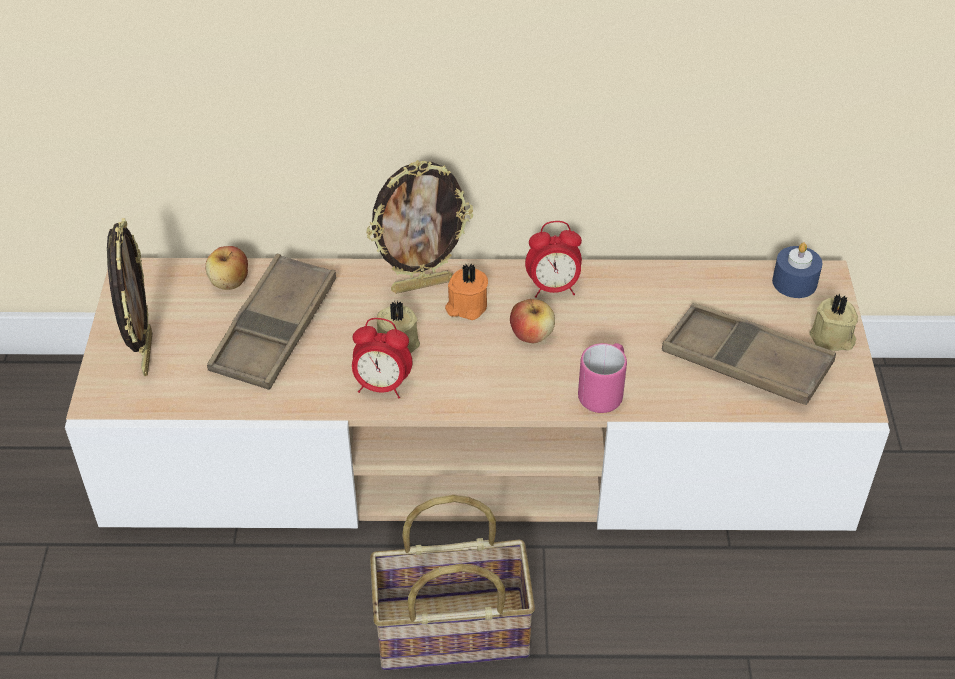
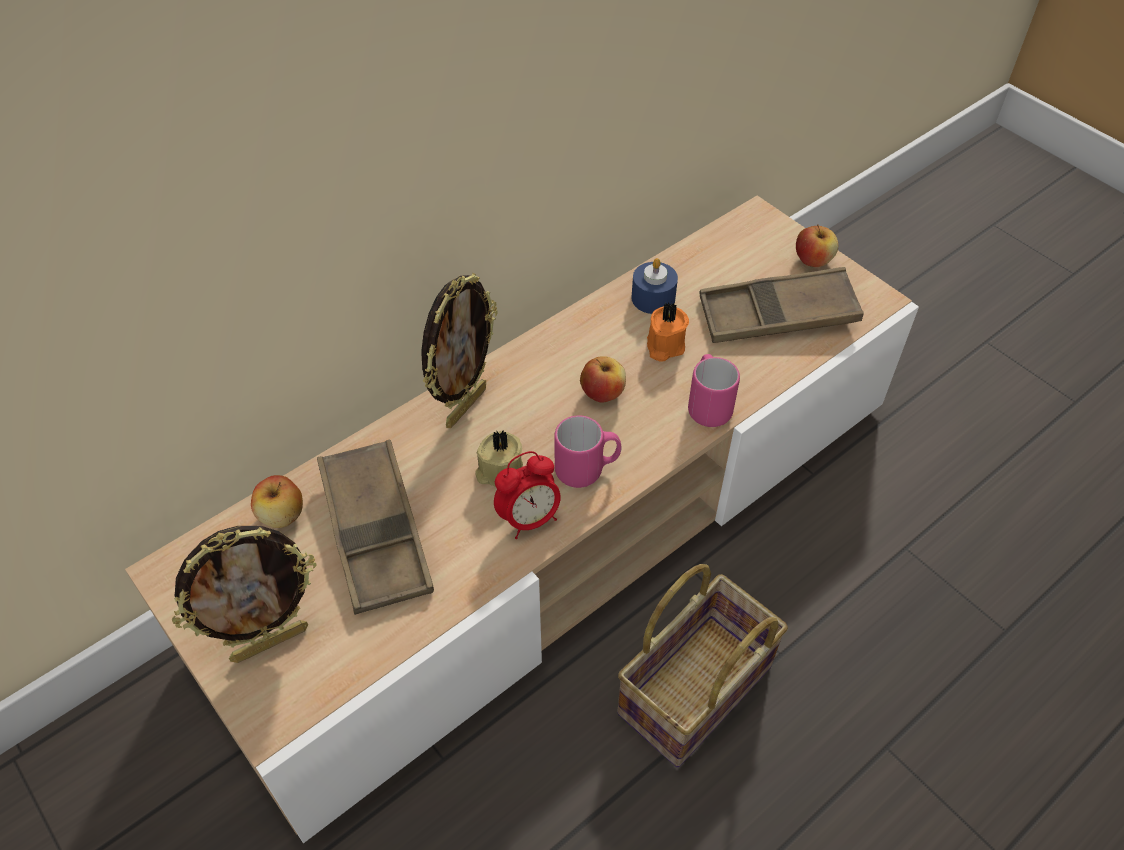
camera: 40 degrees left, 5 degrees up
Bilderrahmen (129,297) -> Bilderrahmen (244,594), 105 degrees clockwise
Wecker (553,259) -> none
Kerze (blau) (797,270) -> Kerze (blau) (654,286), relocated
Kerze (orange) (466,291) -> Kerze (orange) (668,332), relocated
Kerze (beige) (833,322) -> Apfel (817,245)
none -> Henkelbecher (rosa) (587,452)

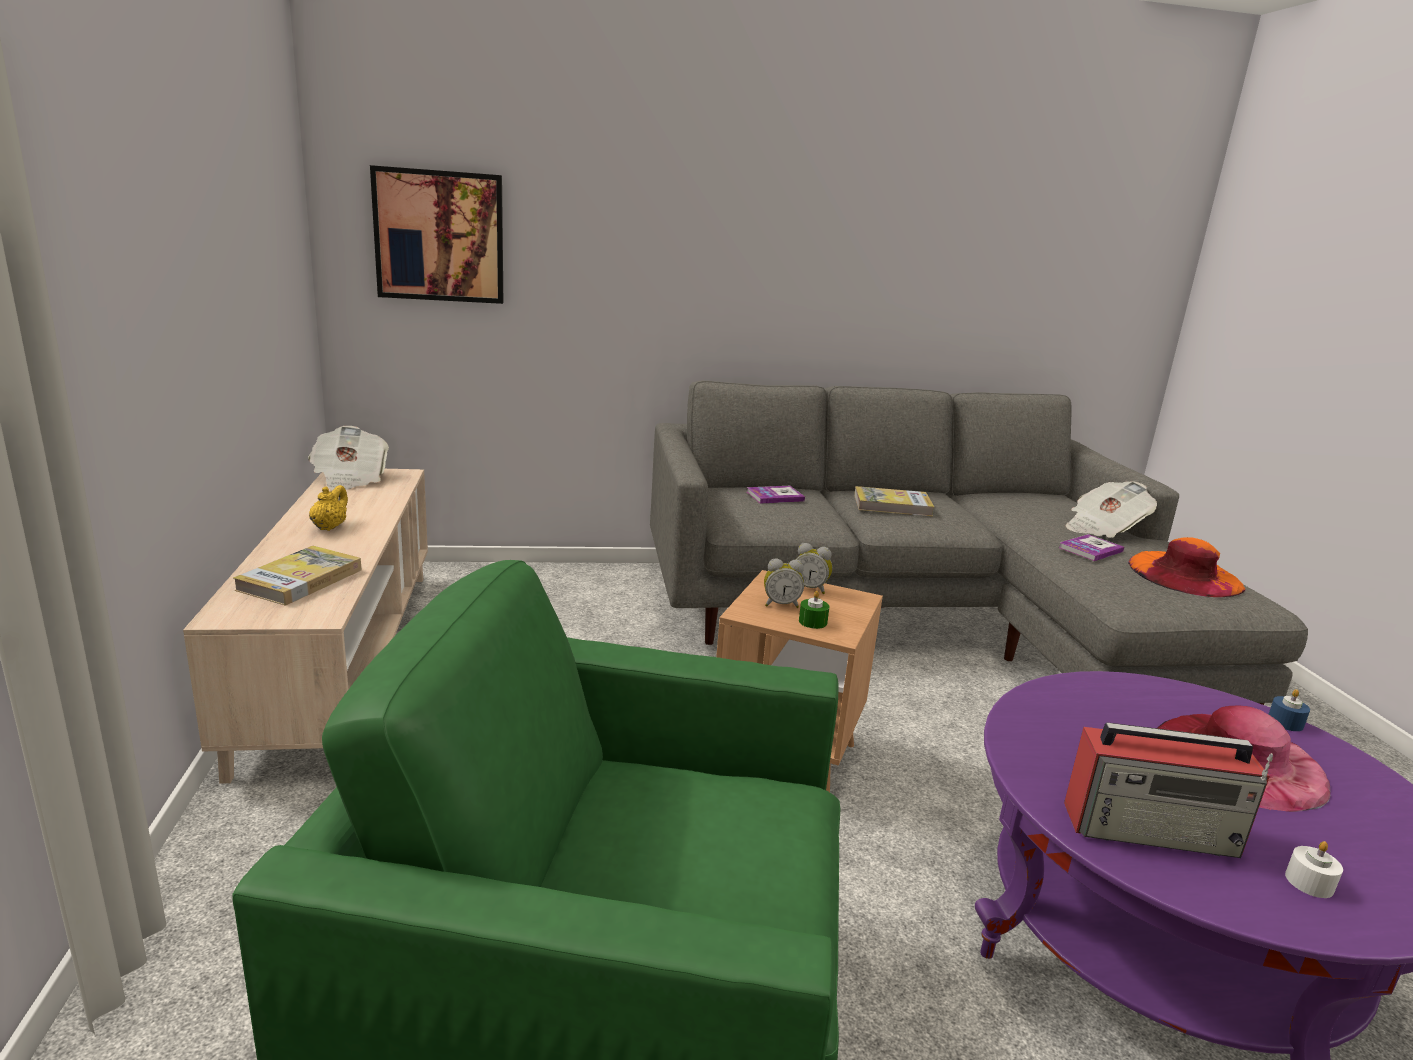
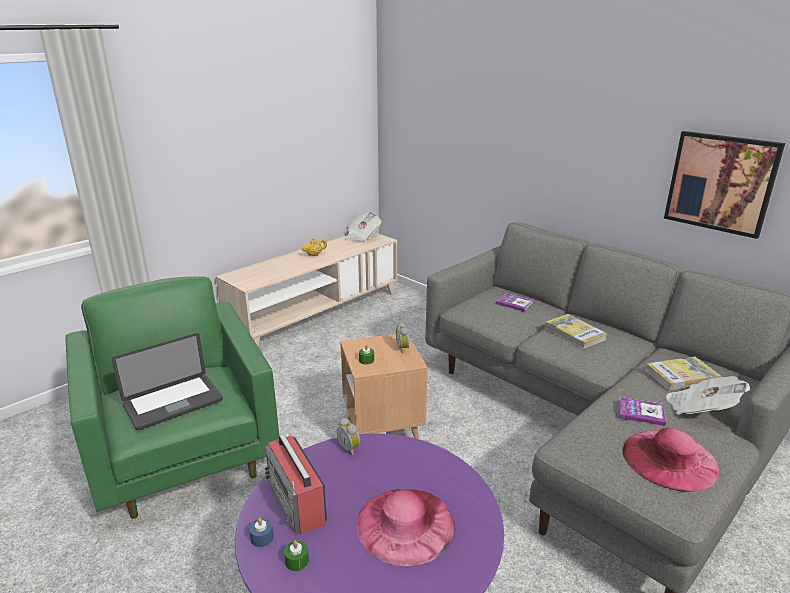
camera: 55 degrees right, 5 degrees up
Bild (436,234) -> Bild (724,185), relocated
Hut (orange) (1187,567) -> Hut (rosa) (670,460)
Buch (297,575) -> Buch (683,373), relocated
Wecker (784,583) -> Wecker (348,437), relocated
Kerze (blau) (1289,710) -> Kerze (blau) (261,532), relocated
Kerze (weiß) (1314,869) -> Kerze (grün) (296,556)
none -> Laptop (167,381)

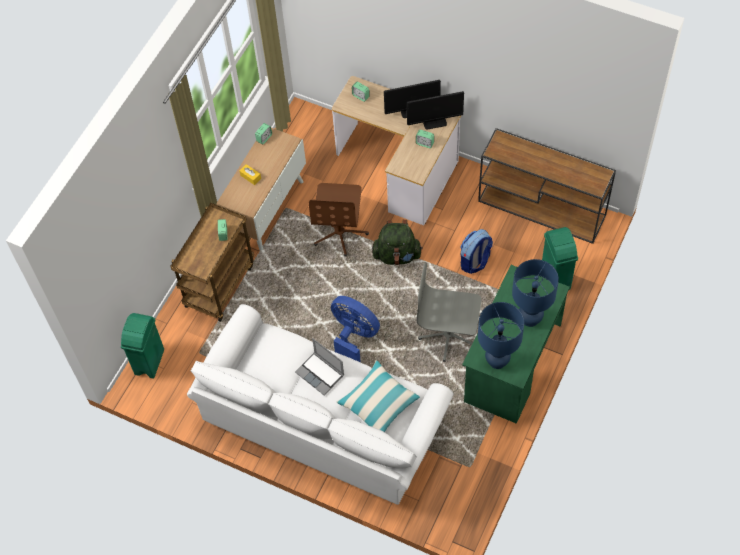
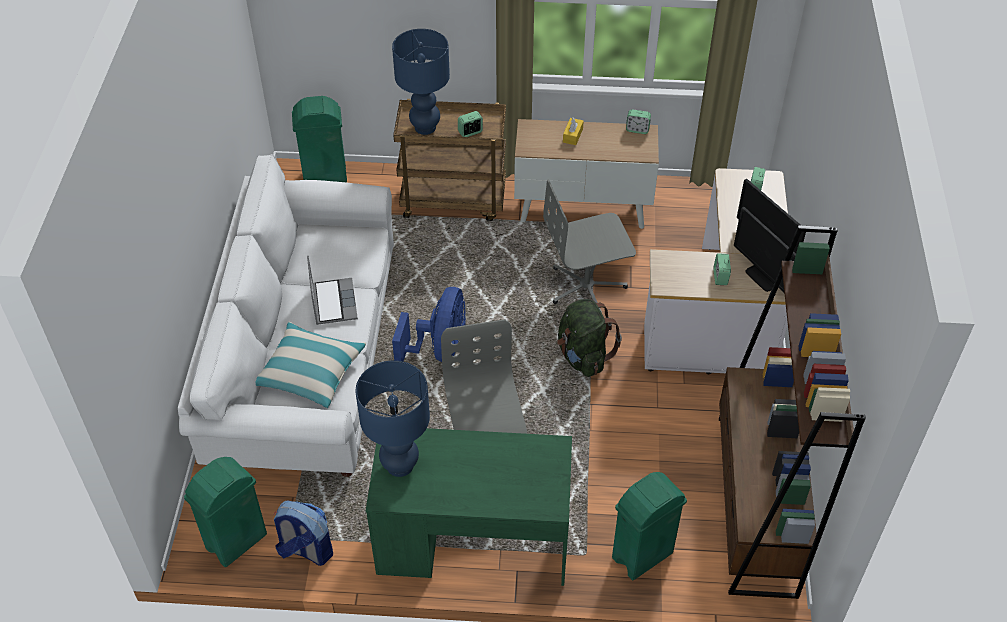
camera: 65 degrees right, 10 degrees down
Konsolentisch (braun) (547,186) -> Bücherregal (braun) (792,412)
Bürostuhl (braun) (339,219) -> Bürostuhl (grau) (589,245)
Rucksack (476,251) -> Rucksack (303,533), relocated
Tischlampe (blau) (535,293) -> Tischlampe (blau) (421,82), relocated
Laptop (319,366) -> Laptop (332,290), 150 degrees clockwise
none -> Mülleimer (grün) (225,512)

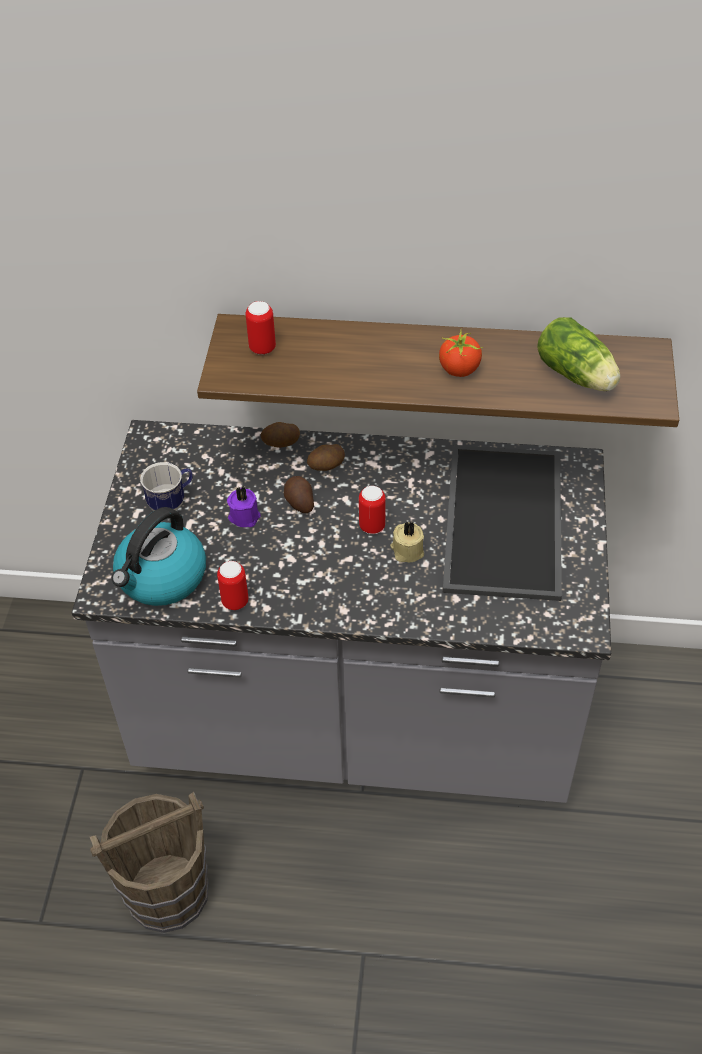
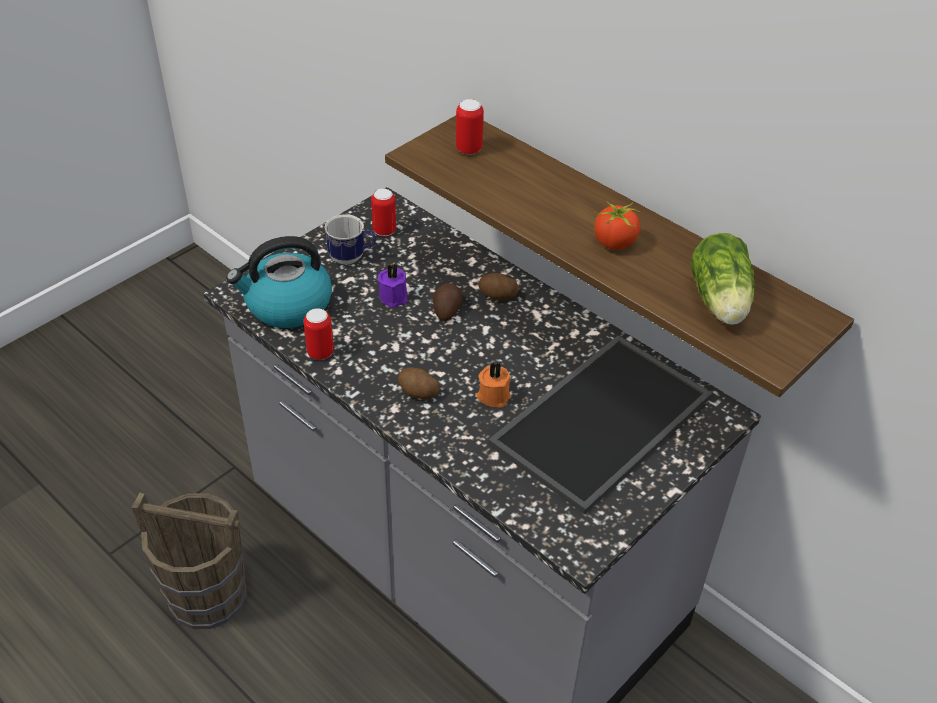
camera: 35 degrees right, 5 degrees down
Kartoffel (280,435) -> Kartoffel (419,383), relocated
Dose (372,510) -> Dose (383,212), relocated
Kerze (beige) (407,541) -> Kerze (orange) (493,385)

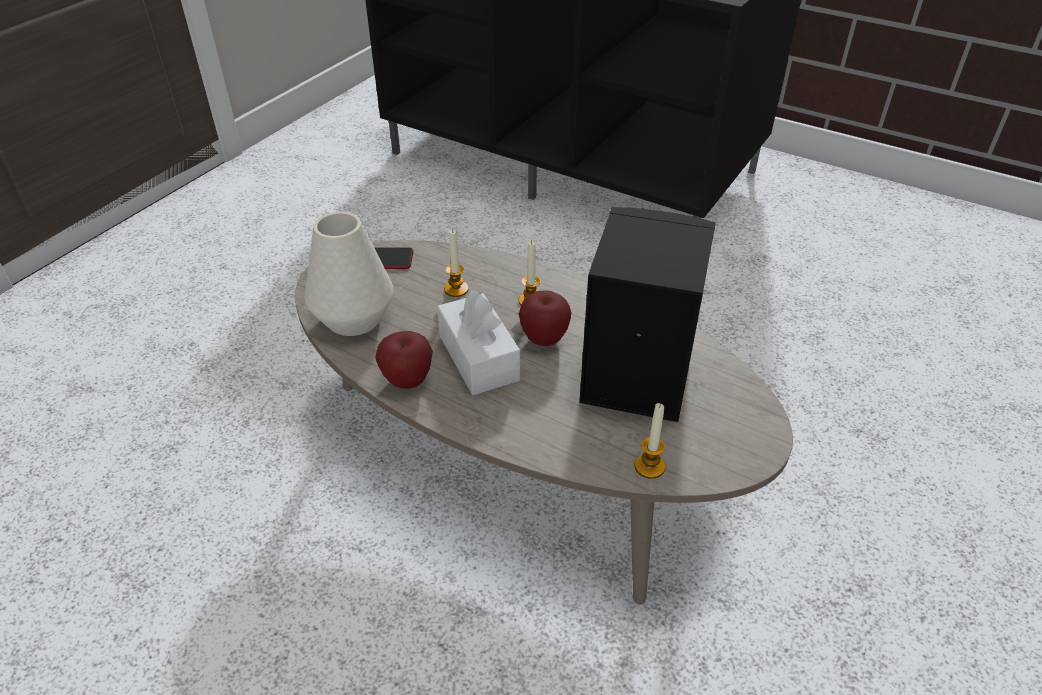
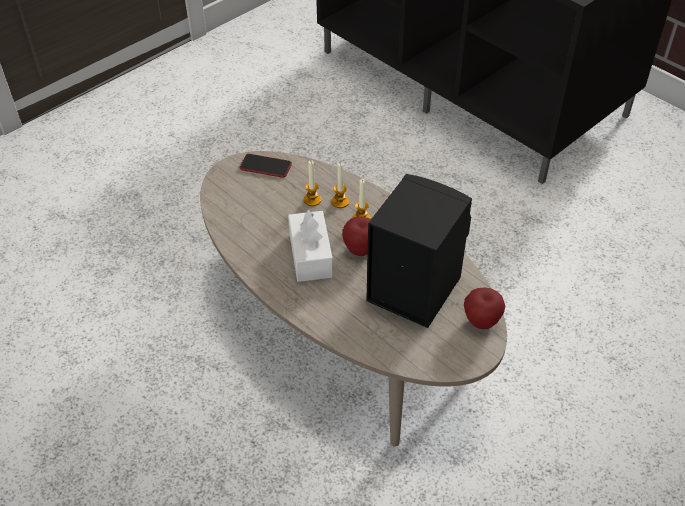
camera: 15 degrees right, 5 degrees up
Vase (weiß) (349,274) -> none
Apfel (404,360) -> Apfel (484,308), relocated
Kerze (649,441) -> Kerze (340,185), relocated

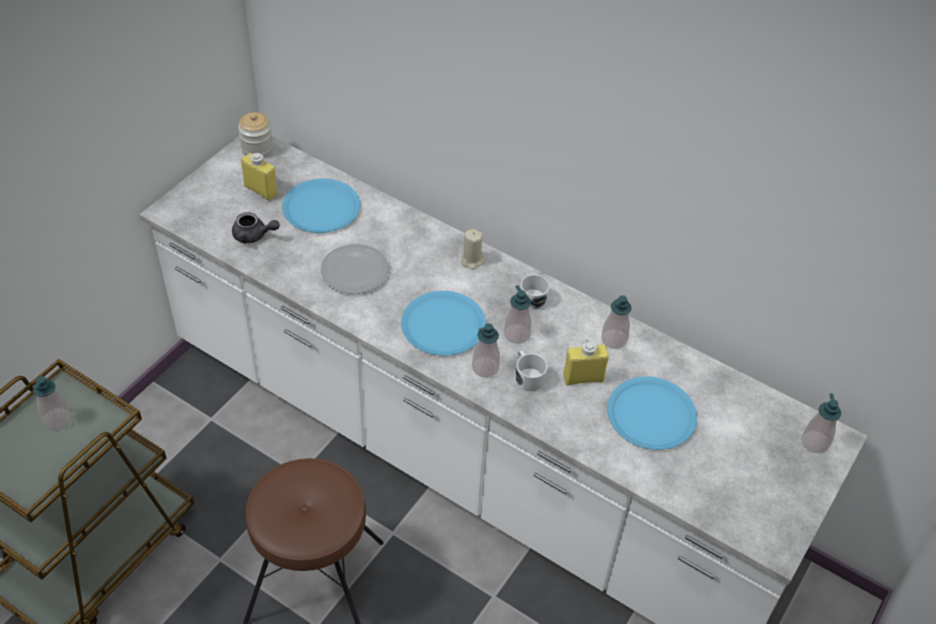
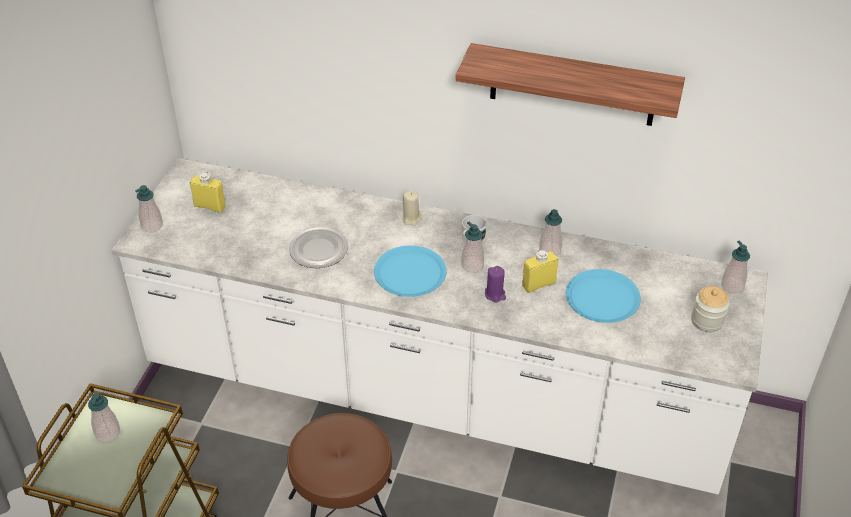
camera: 15 degrees left, 5 degrees down
Vorratsglas (255,134) -> Vorratsglas (710,309), relocated
Teller (blau) (321,206) -> none
Teekanne (grau) (256,228) -> none
Seifenspender (486,350) -> Seifenspender (149,209), relocated
Henkelbecher (weiß) (532,370) -> Kerze (lila) (495,284)
none -> Wandregal (570,84)

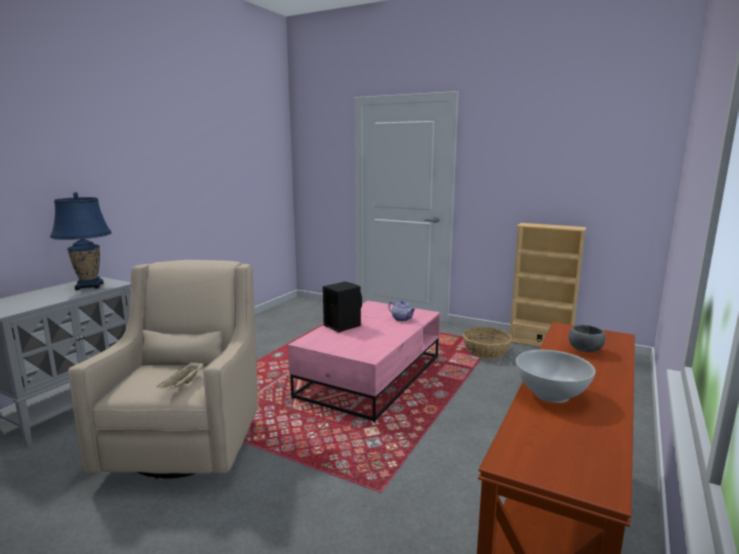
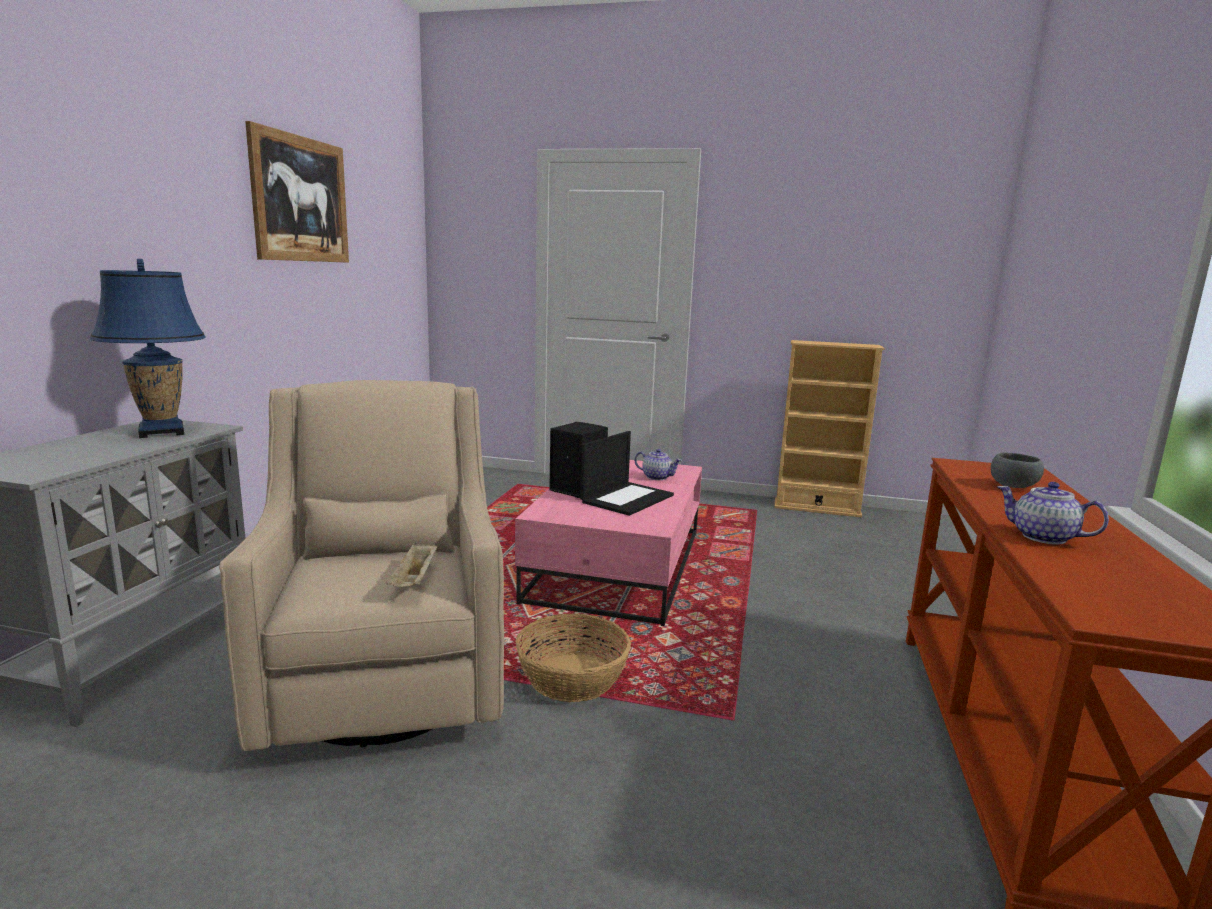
camera: 15 degrees left, 0 degrees up
Korb (487,343) -> Korb (573,658), relocated
Schüssel (weiß) (556,376) -> Teekanne (1053,513)
none -> Bild (297,192)
none -> Laptop (627,473)

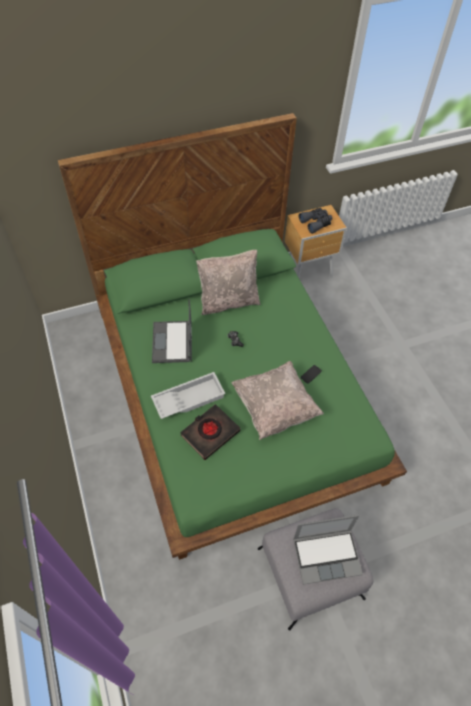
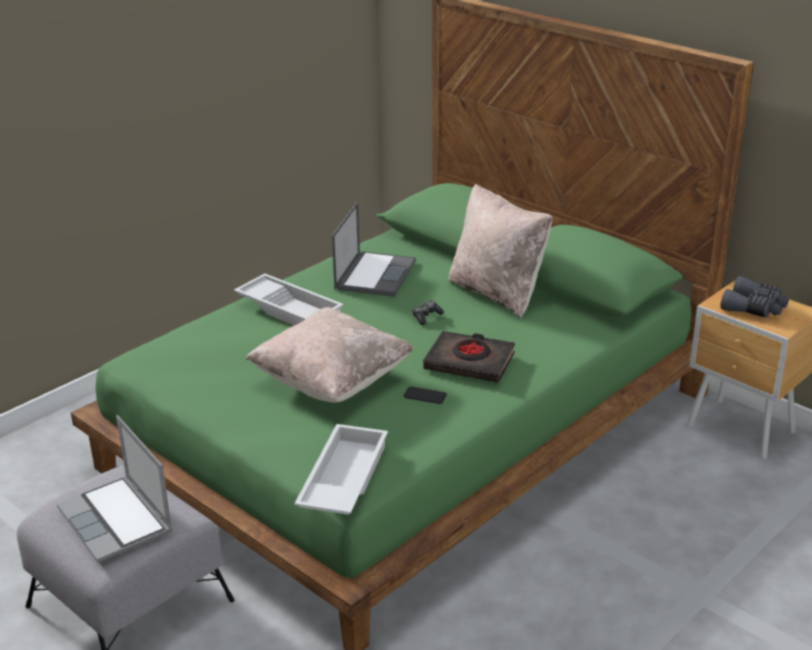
camera: 65 degrees right, 25 degrees down
Laptop (172,331) -> Laptop (374,249), 135 degrees clockwise
Buch (schwarz) (210,432) -> Buch (schwarz) (469,357), relocated
none -> Tablett (weiß) (341,469)

